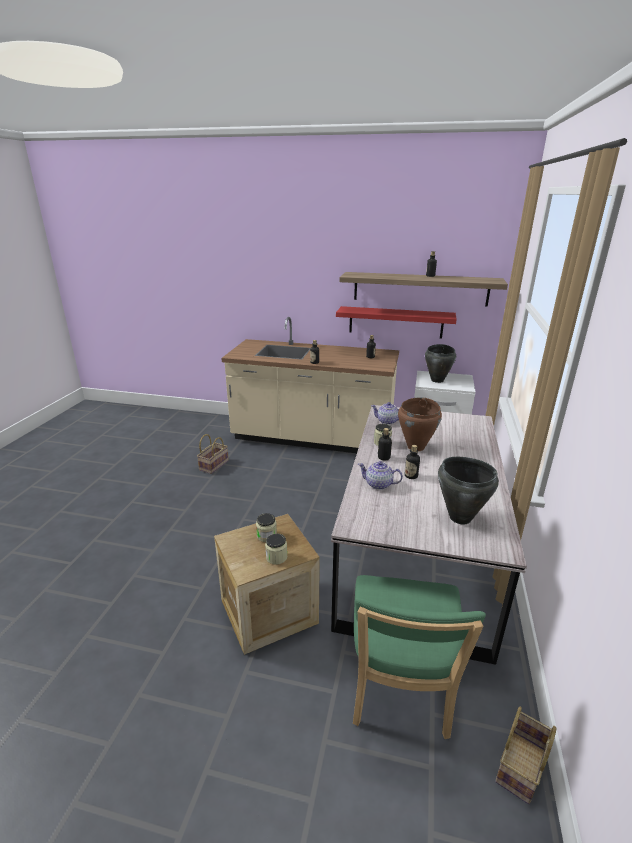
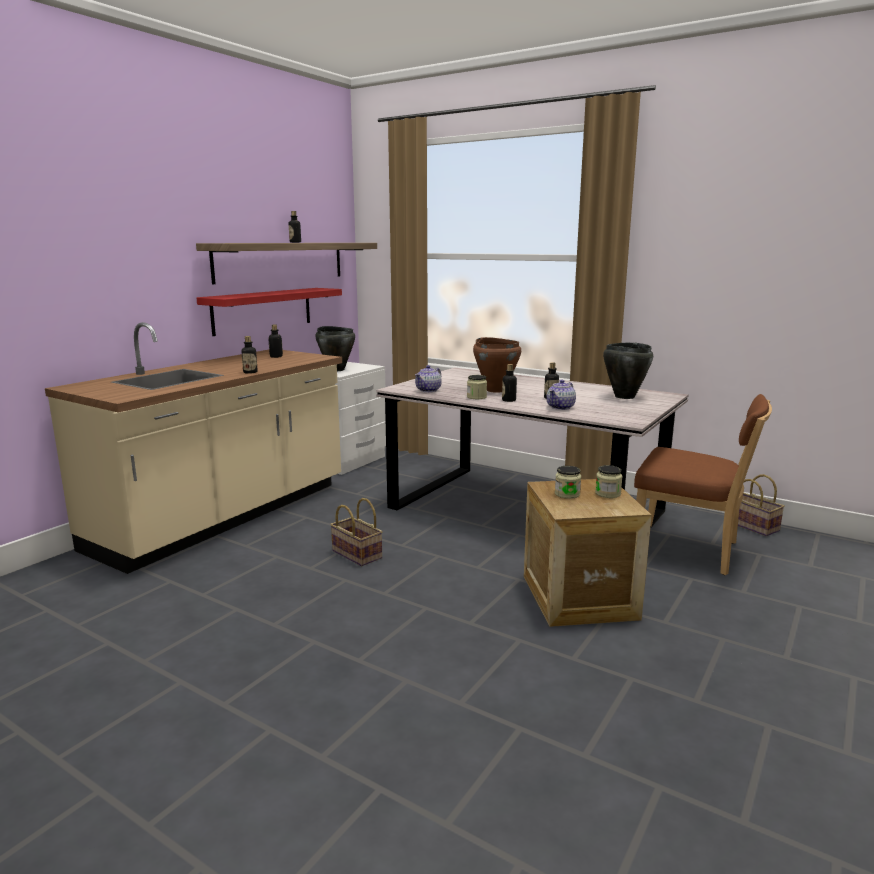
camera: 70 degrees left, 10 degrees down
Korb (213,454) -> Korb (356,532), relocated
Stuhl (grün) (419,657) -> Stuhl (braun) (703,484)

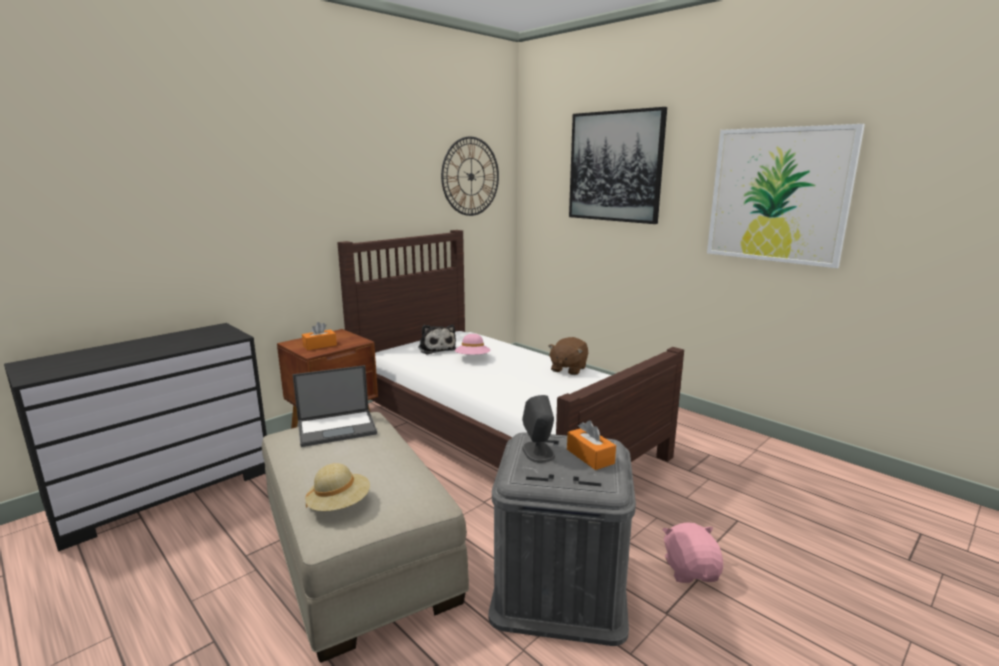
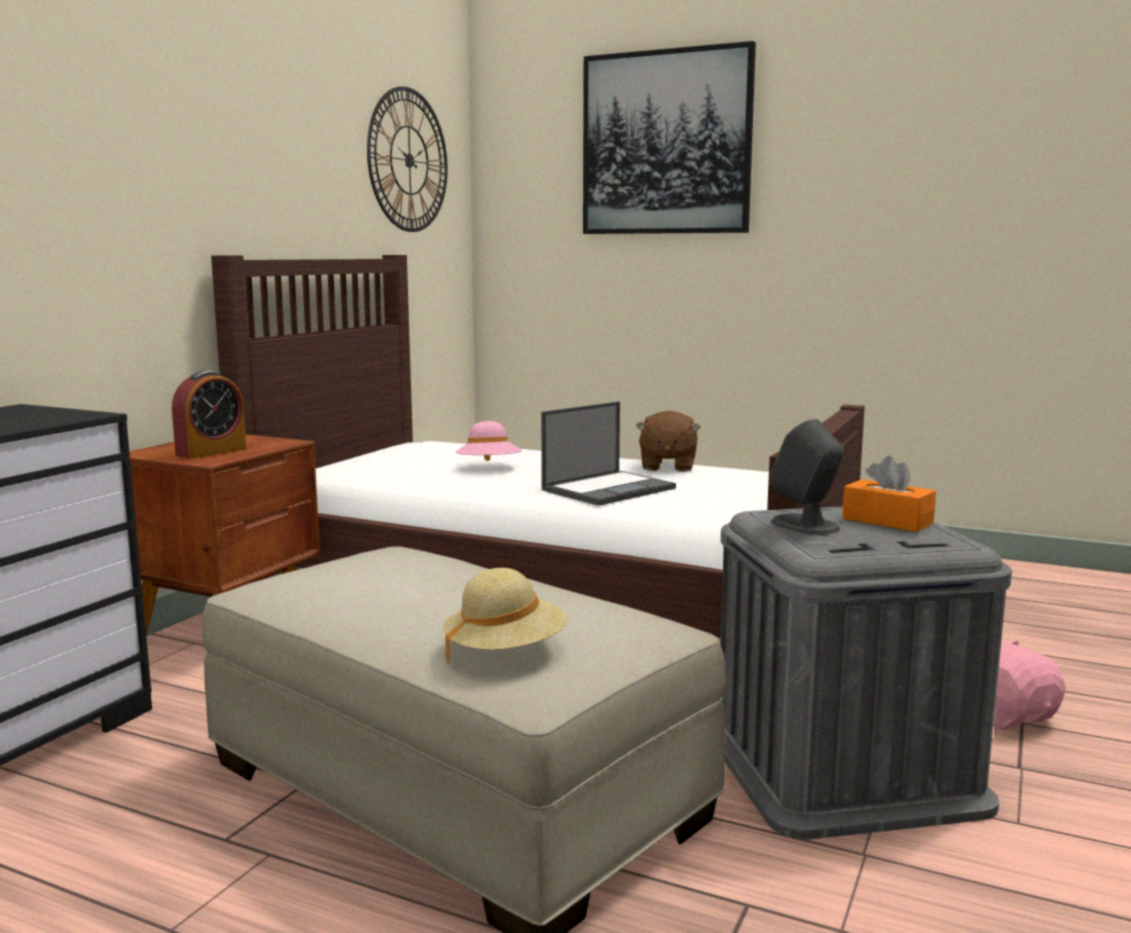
camera: 20 degrees left, 5 degrees down
Bild (786,196) -> none
Taschentuchbox (orange) (319,336) -> Wecker (209,415)
Plüschtier (437,339) -> none
Laptop (335,406) -> Laptop (608,454), relocated

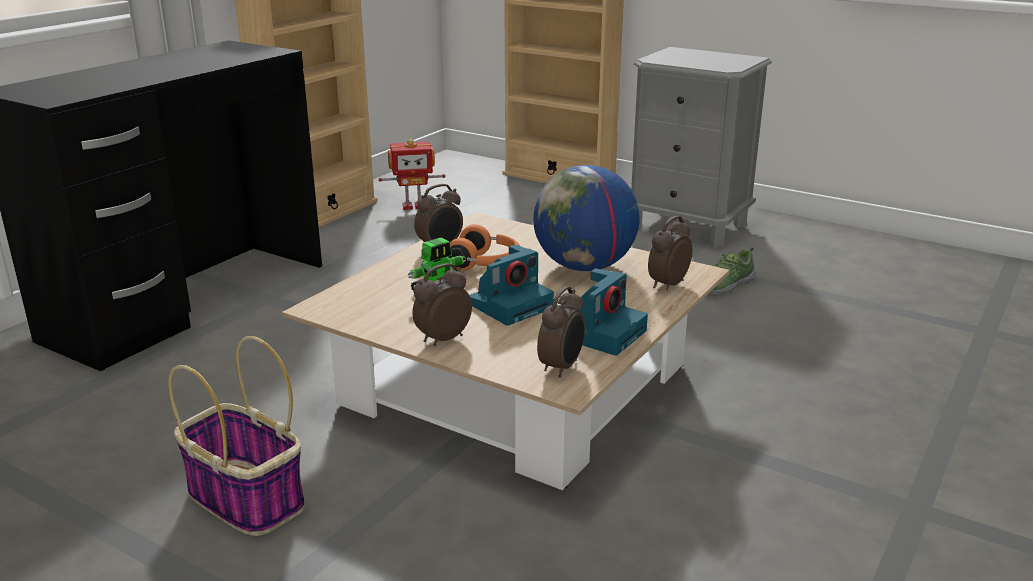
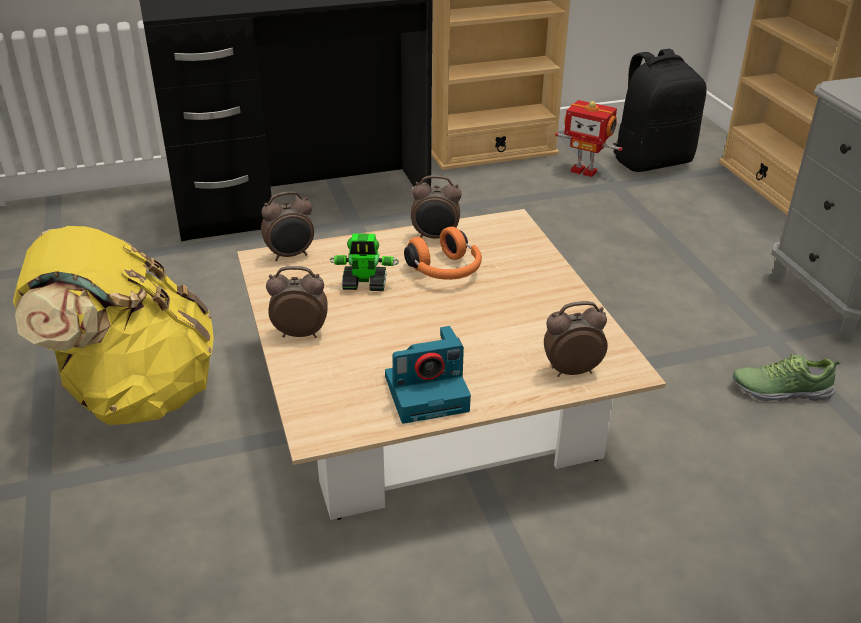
camera: 40 degrees right, 10 degrees up
Globus (586,218) -> none
Kamera (511,285) -> none
Wecker (561,332) -> Wecker (287,226), relocated
Korb (236,436) -> Rucksack (gelb) (113,325)
none -> Rucksack (schwarz) (660,110)

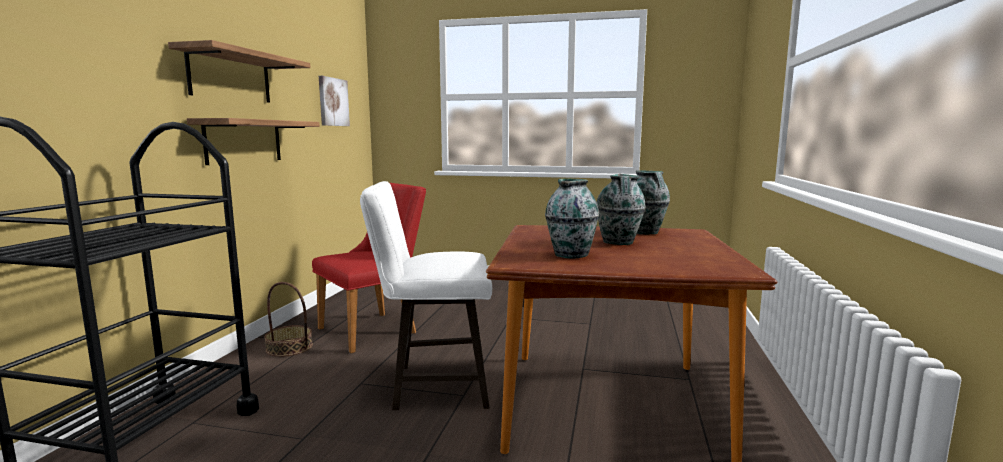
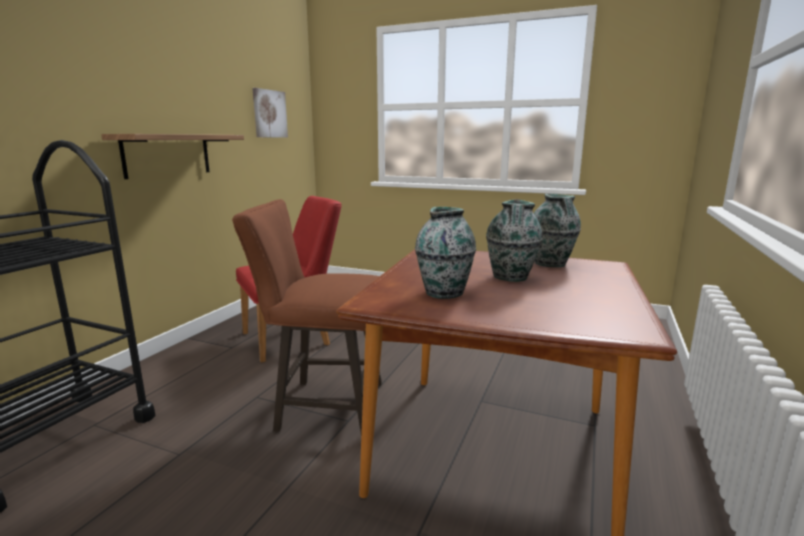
camera: 10 degrees right, 5 degrees up
Wandregal (239,71) -> none
Hocker (weiß) (426,295) -> Hocker (braun) (307,315)
Korb (288,319) -> none

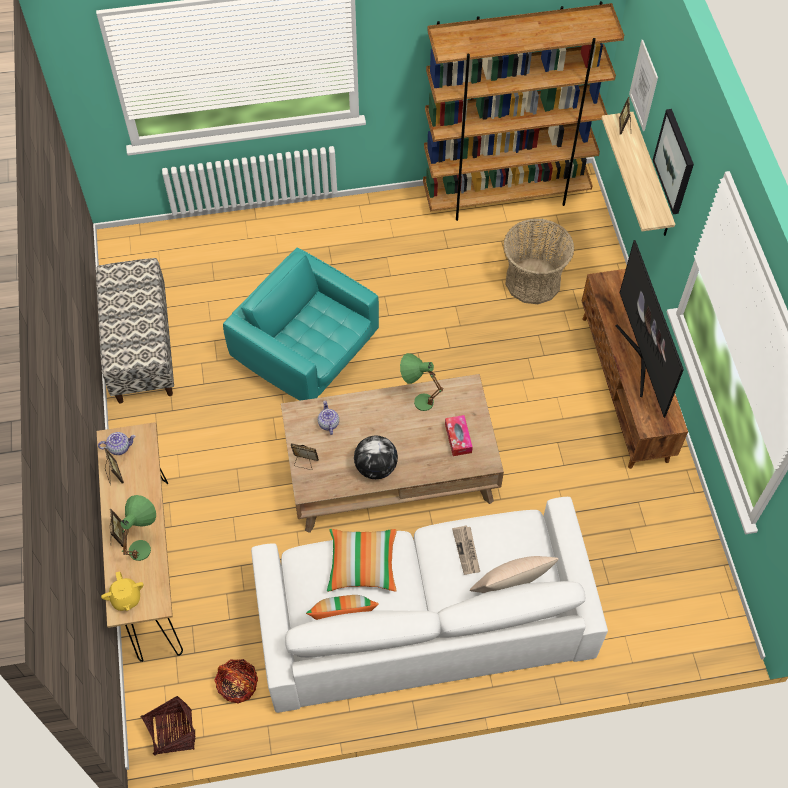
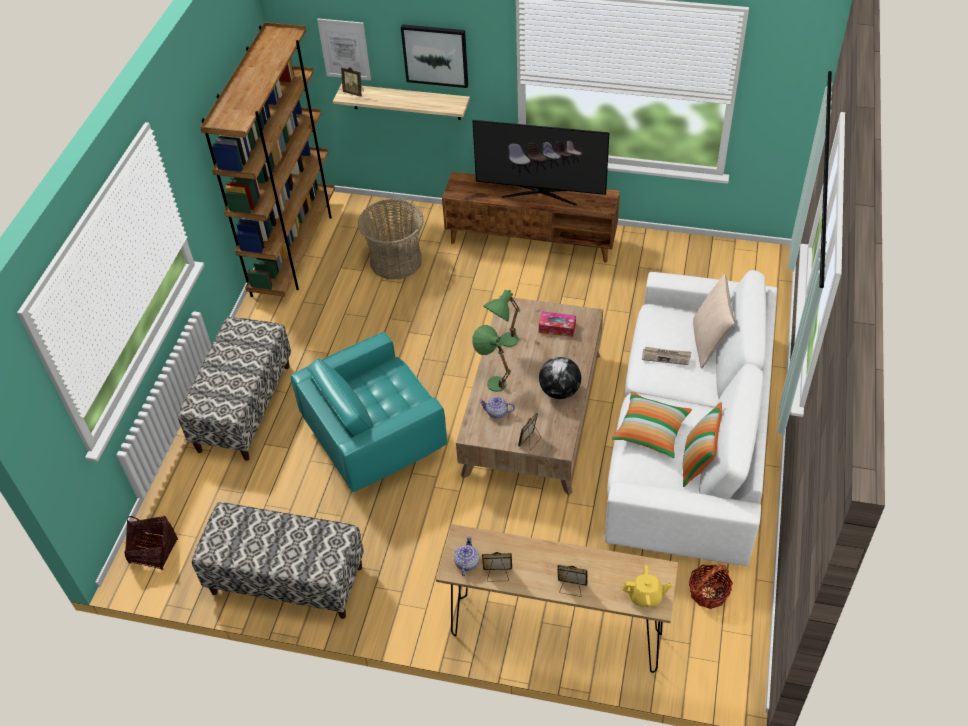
camera: 65 degrees left, 10 degrees down
Tischlampe (grün) (138,528) -> Tischlampe (grün) (491,358), relocated
Korb (168,726) -> Korb (151,543), relocated
none -> Bank (234,389)

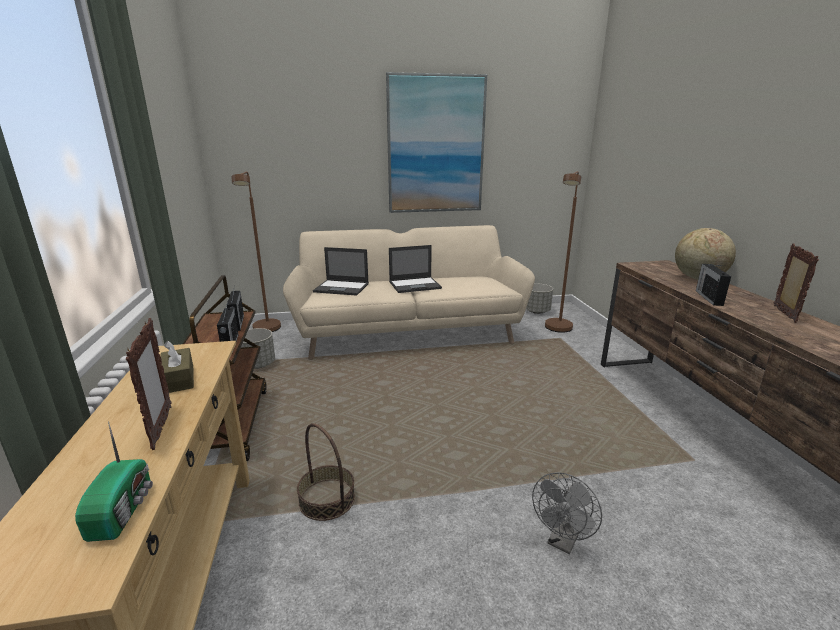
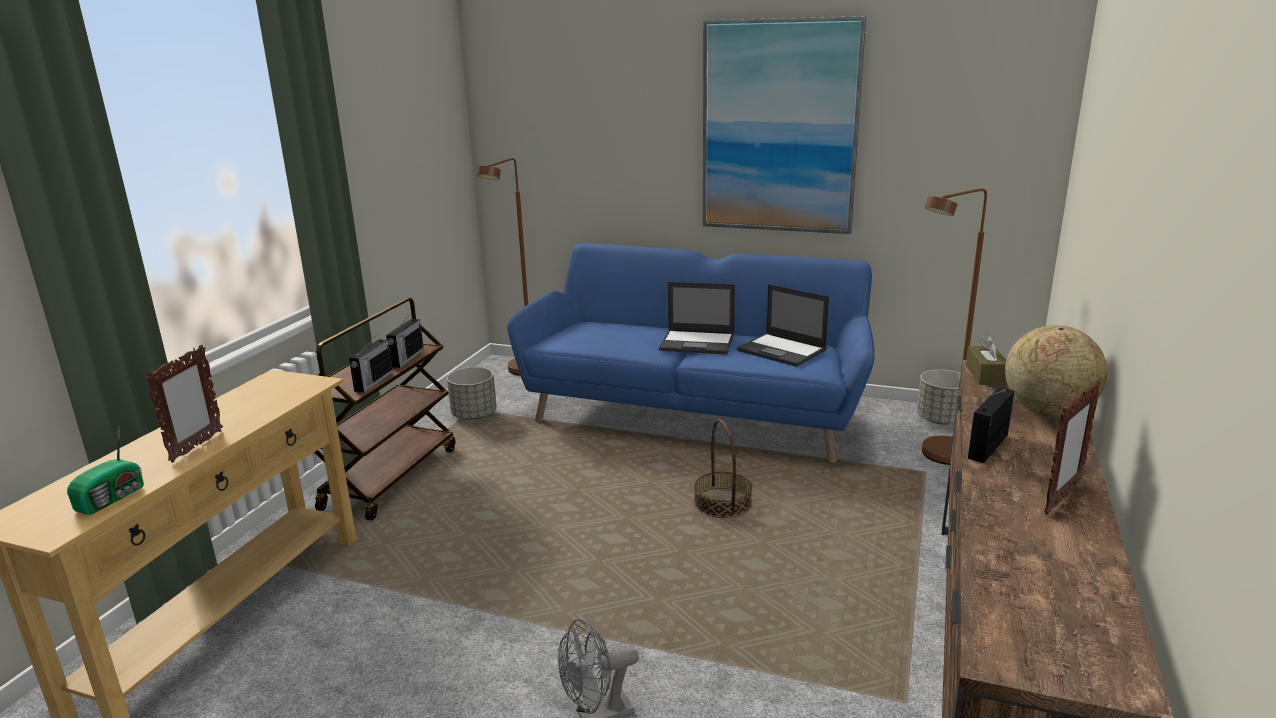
camera: 30 degrees right, 0 degrees up
Sofa (beige) (409,292) -> Sofa (blau) (691,353)
Laptop (341,271) -> Laptop (783,325), relocated
Taschentuchbox (braun) (177,367) -> Taschentuchbox (braun) (986,360), relocated
Korb (326,472) -> Korb (723,468), relocated

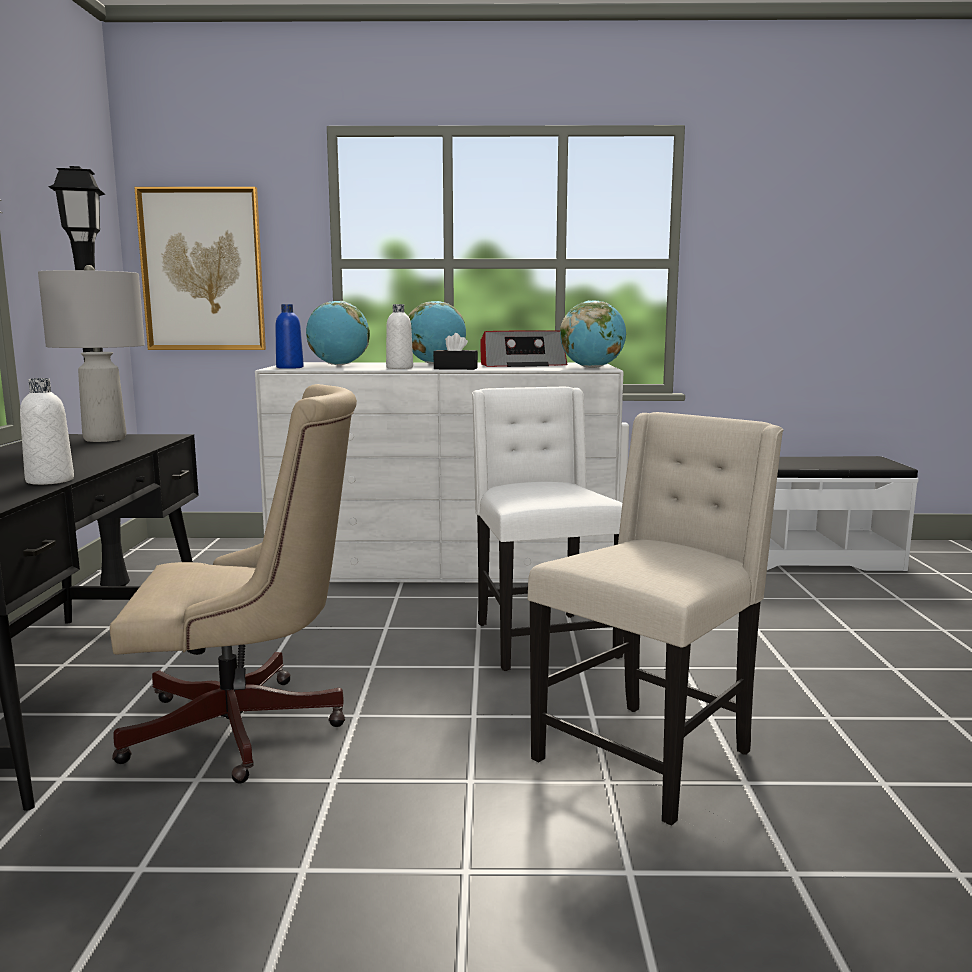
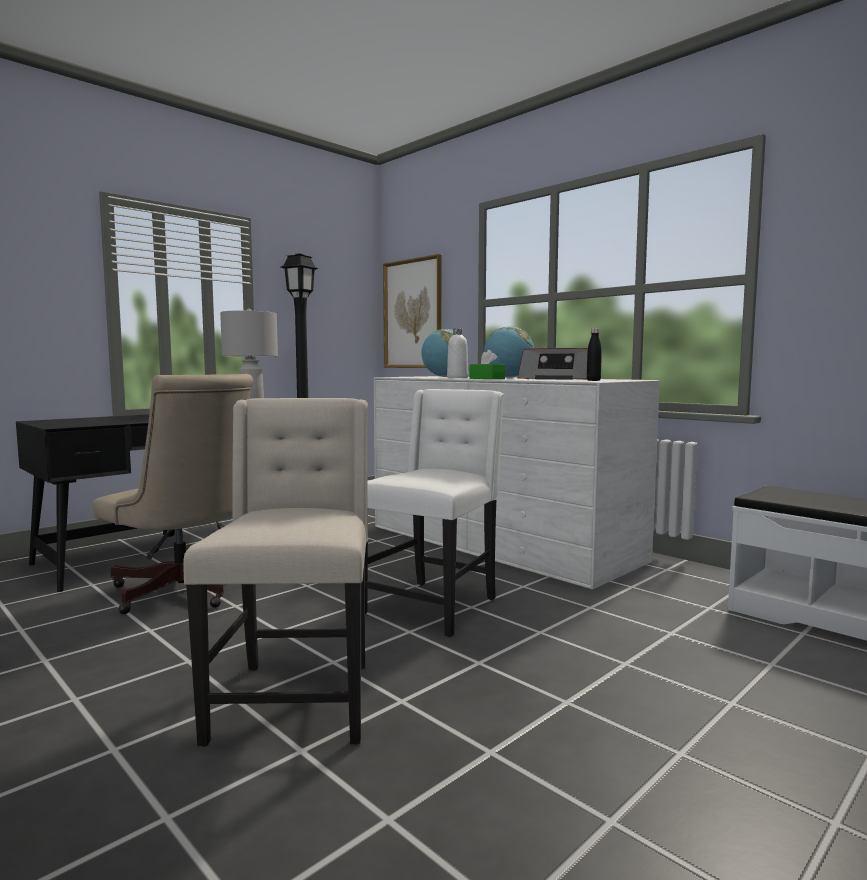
camera: 45 degrees right, 5 degrees down
Globus (593,334) -> Flasche (schwarz) (594,354)
Flasche (blau) (289,336) -> none
Taschentuchbox (schwarz) (455,351) -> Taschentuchbox (grün) (487,364)
Flasche (weiß) (47,431) -> none
Stuhl (beige) (655,619) -> Stuhl (beige) (275,572), 90 degrees counterclockwise

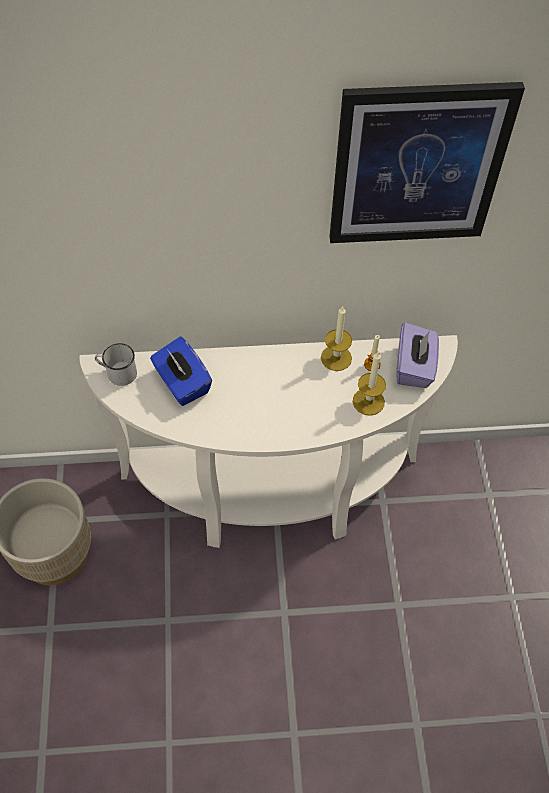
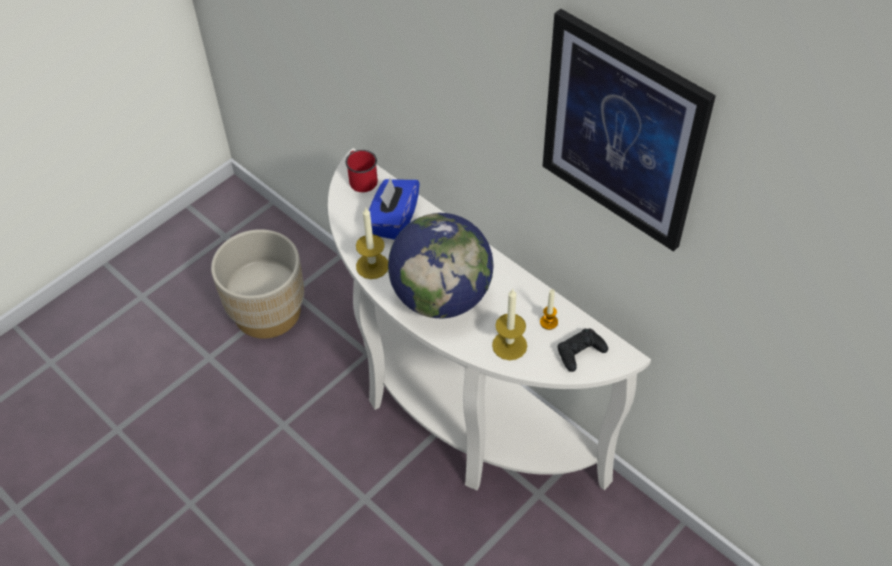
camera: 50 degrees right, 5 degrees down
Kerze (336,338) -> Kerze (372,243), relocated
Taschentuchbox (lila) (417,355) -> Gamepad (schwarz) (583,350)
Henkelbecher (weiß) (116,364) -> Henkelbecher (rot) (361,171)
none -> Globus (441,265)

